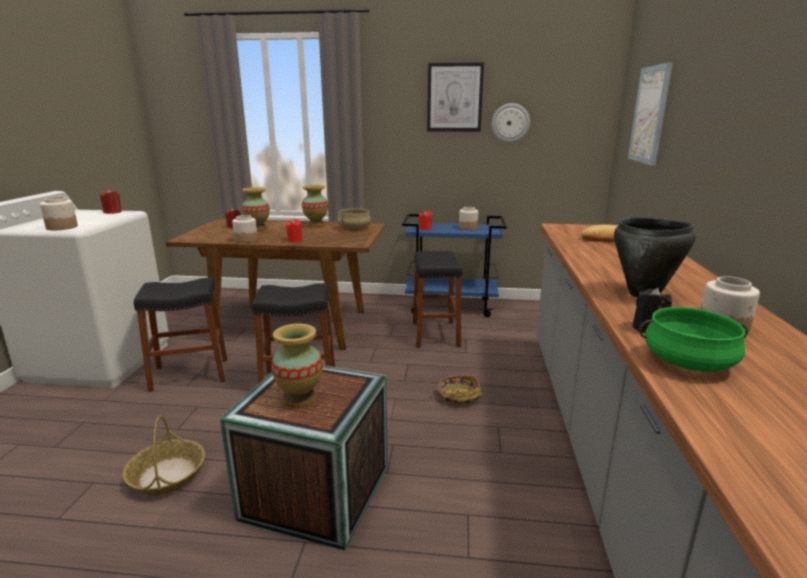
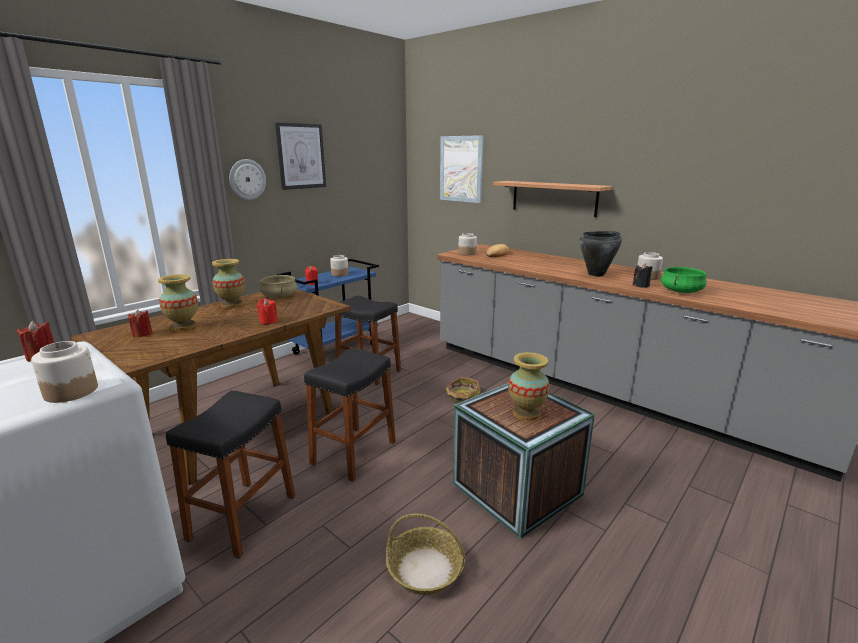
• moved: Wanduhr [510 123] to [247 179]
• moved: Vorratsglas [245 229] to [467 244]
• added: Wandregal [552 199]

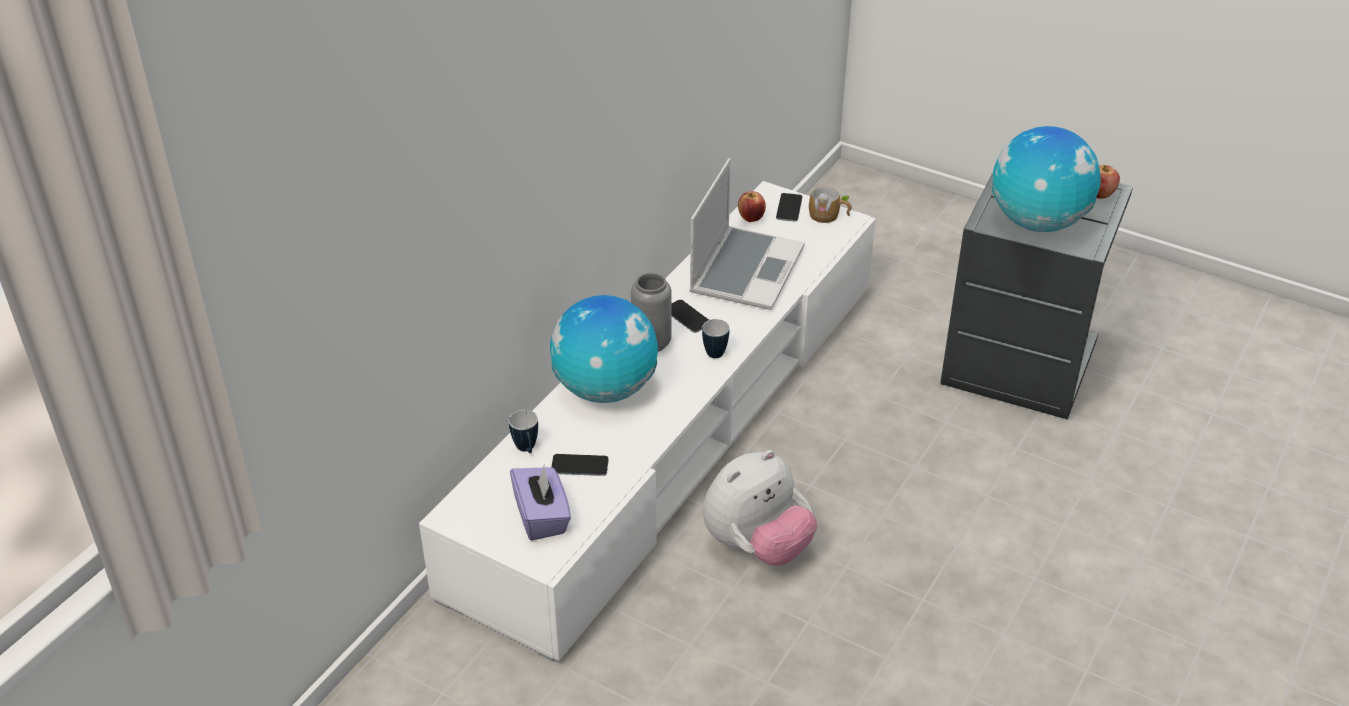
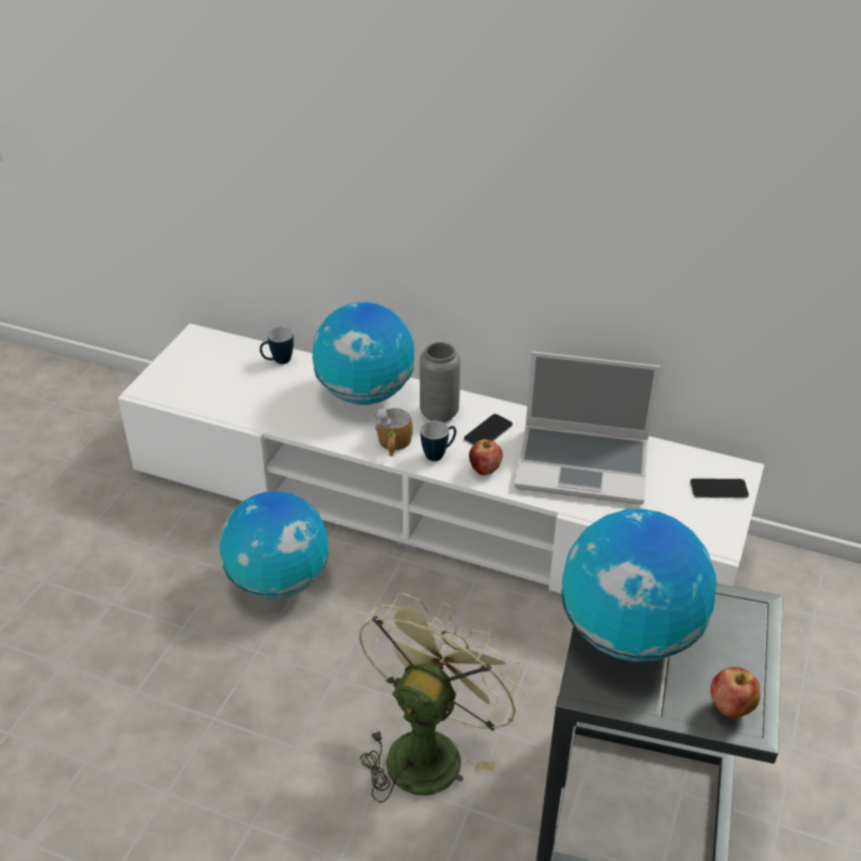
• moved: Henkelbecher [830 205] to [394 432]
• moved: Apfel [752 206] to [486 457]
• replaced: Plüschtier [760 508] to Globus [274 545]
• removed: Handy [580 465]
• removed: Taschentuchbox (lila) [540 503]
• added: Ventilator (grün) [441 698]

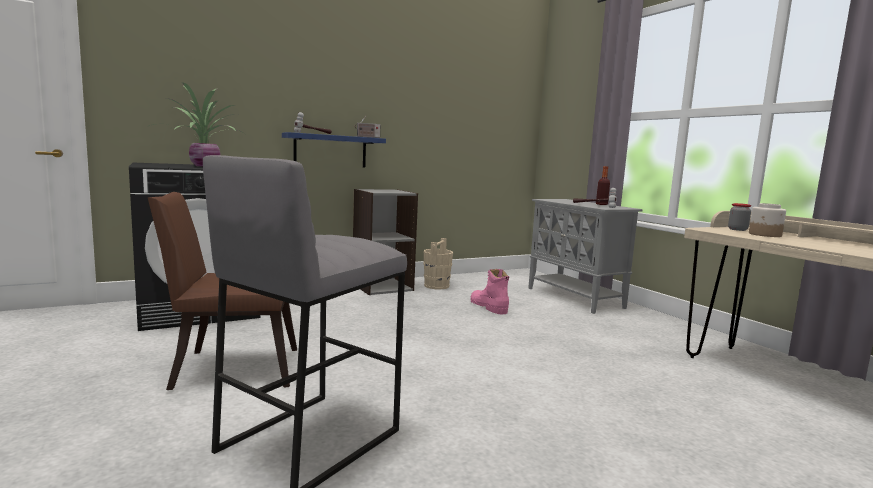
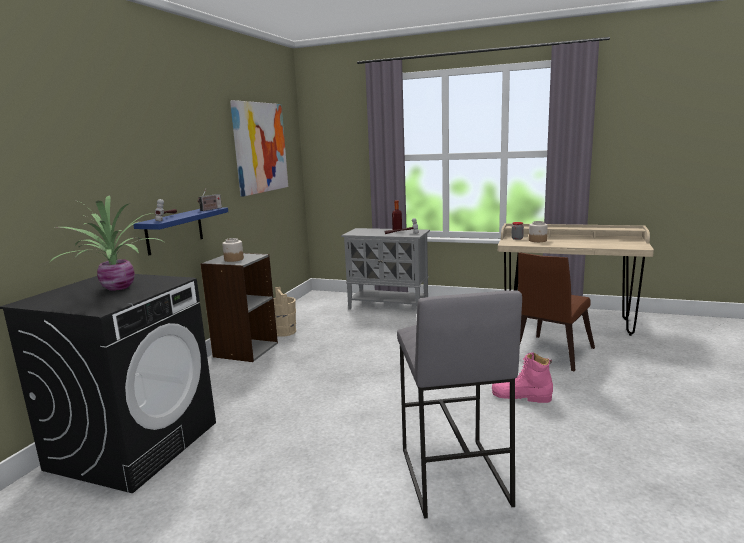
• moved: Stuhl (braun) [222 291] to [556 312]
• moved: Stiefel (rosa) [490 291] to [522 377]
• added: Bild [259 148]
• added: Vorratsglas [233 250]

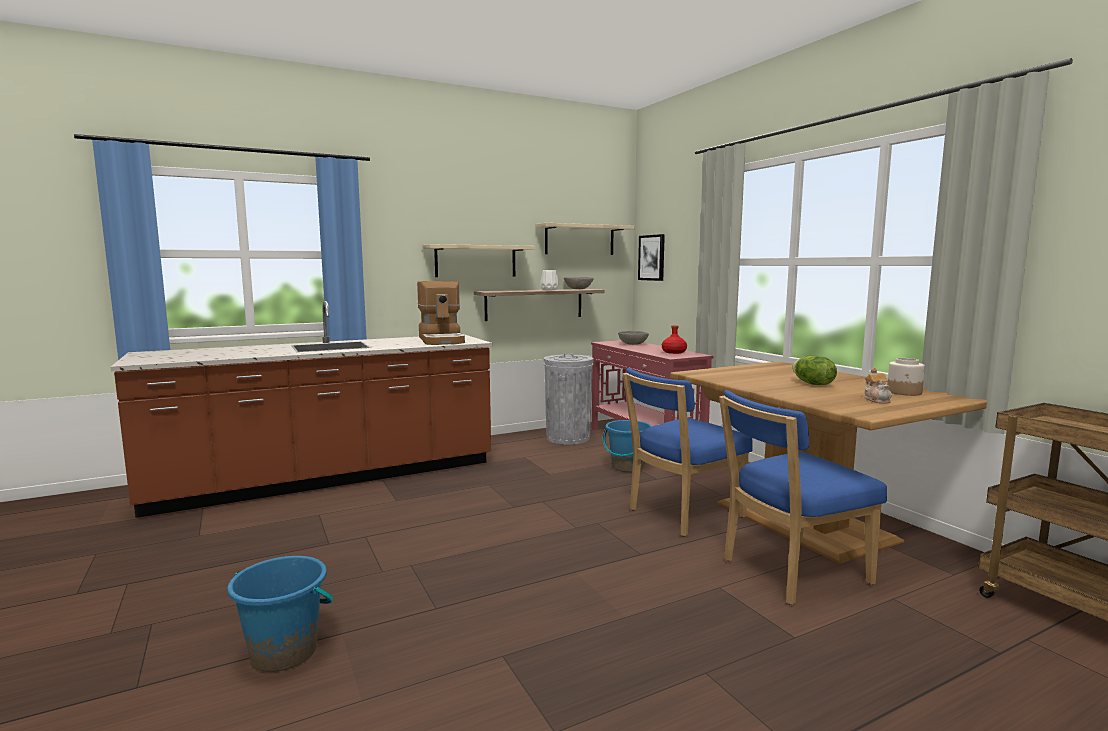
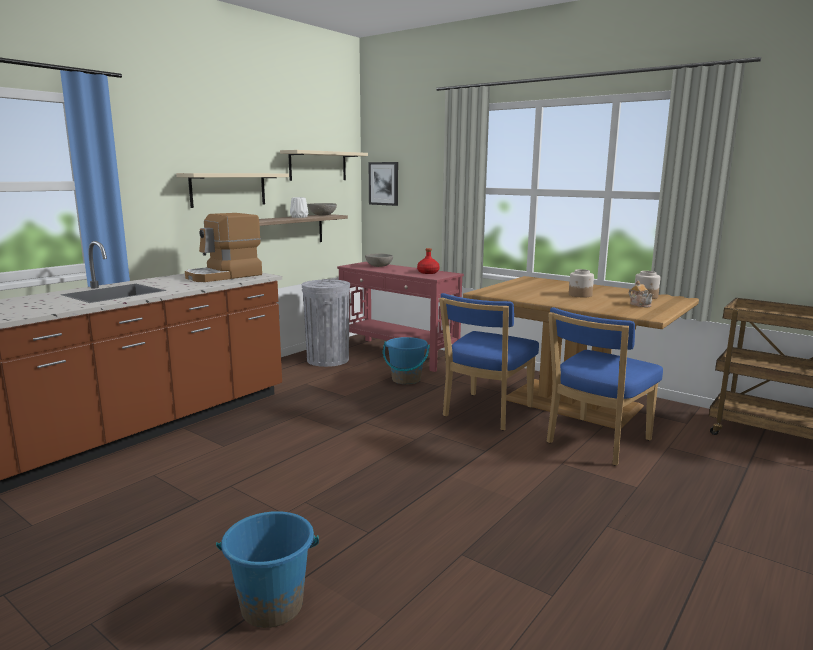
• turned: Kaffeemaschine [441 313] = [223 247] 90 degrees clockwise
• replaced: Salatkopf [814 370] to Vorratsglas [581 283]

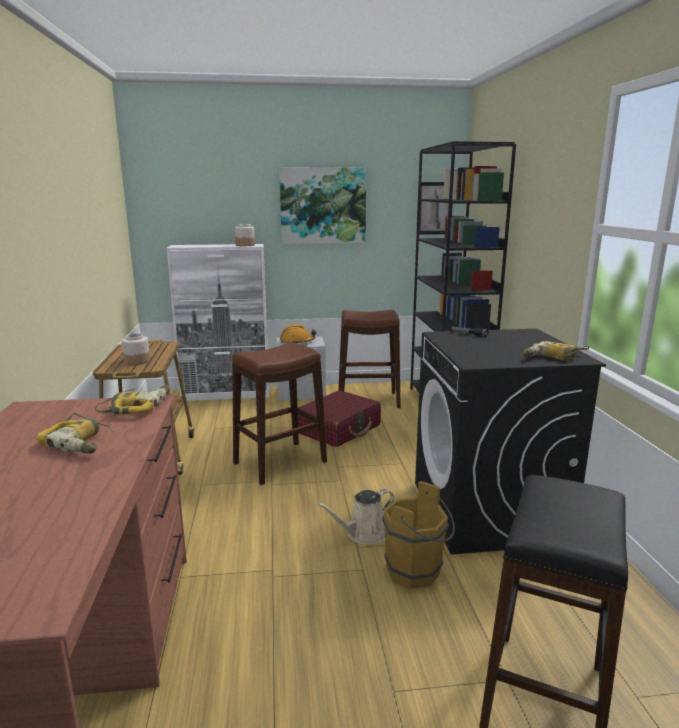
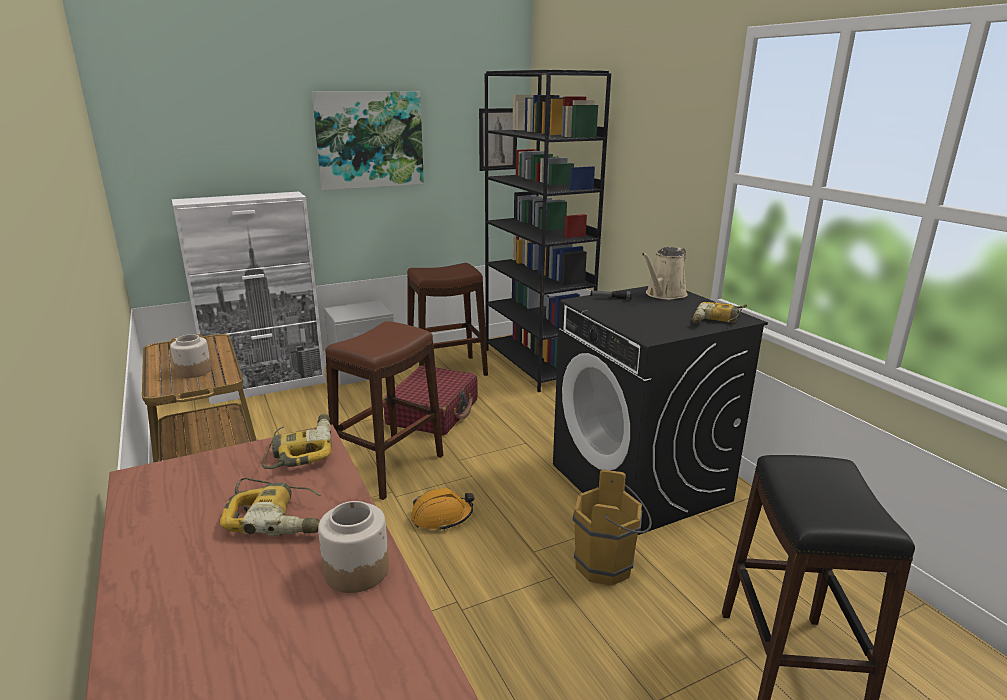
• moved: Vorratsglas [245 235] to [353 547]
• moved: Schutzhelm (orange) [298 333] to [442 509]
• moved: Gießkanne (beige) [355 516] to [665 273]

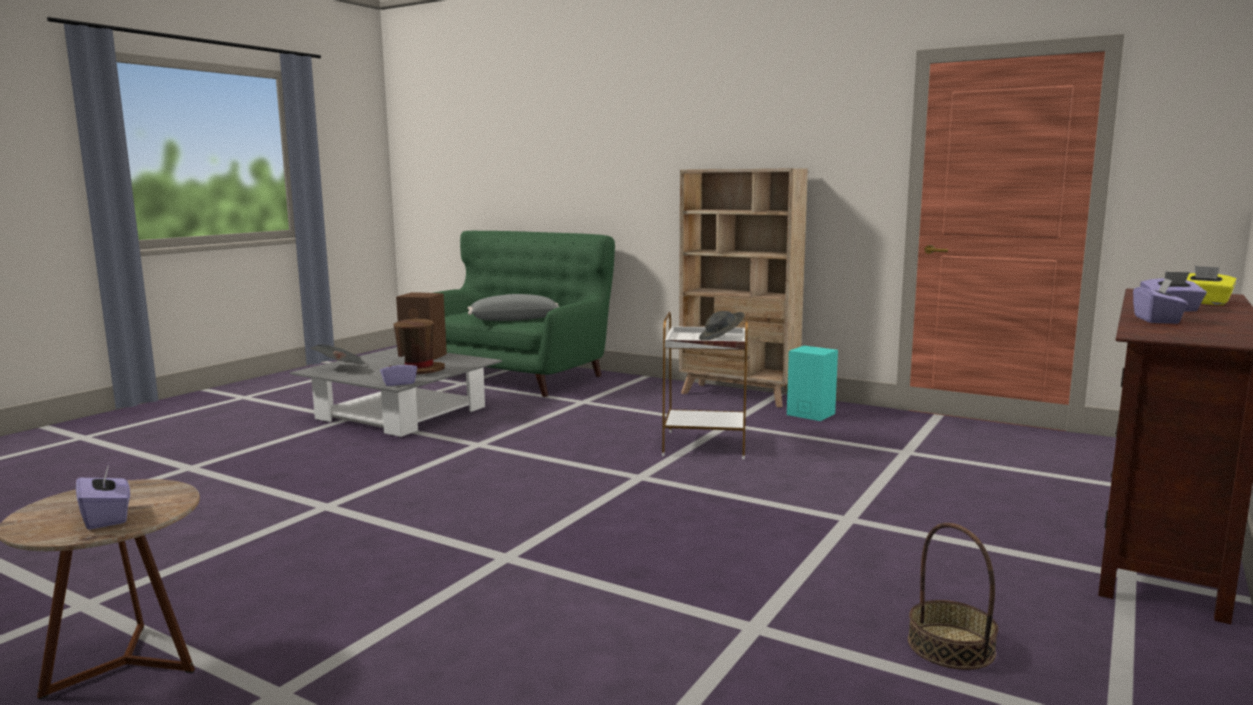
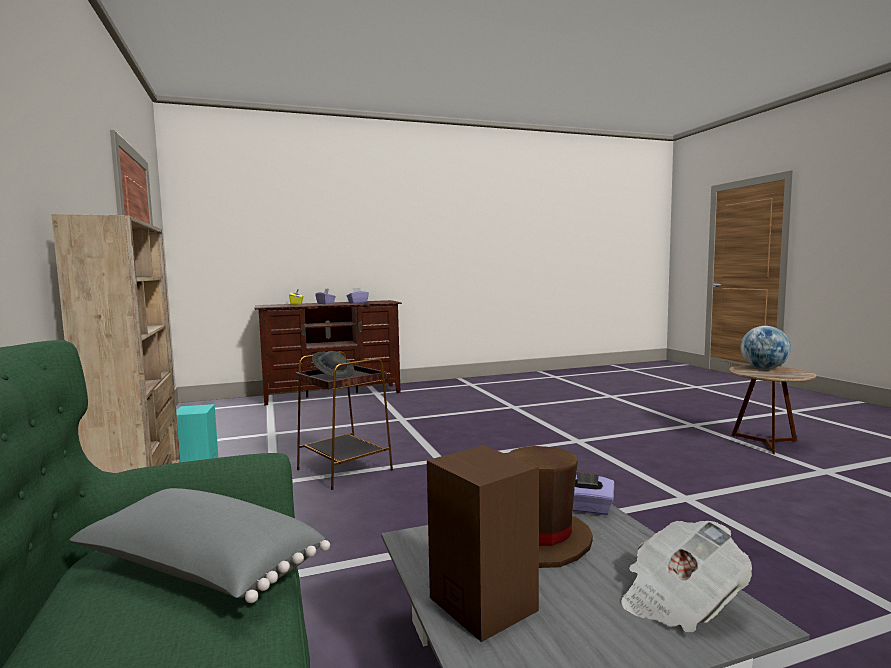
• recoloured: Beistelltisch (weiß) [705 385] to Beistelltisch (braun) [344 420]
• replaced: Taschentuchbox (lila) [103 497] to Globus [766 347]
• removed: Korb [953 596]

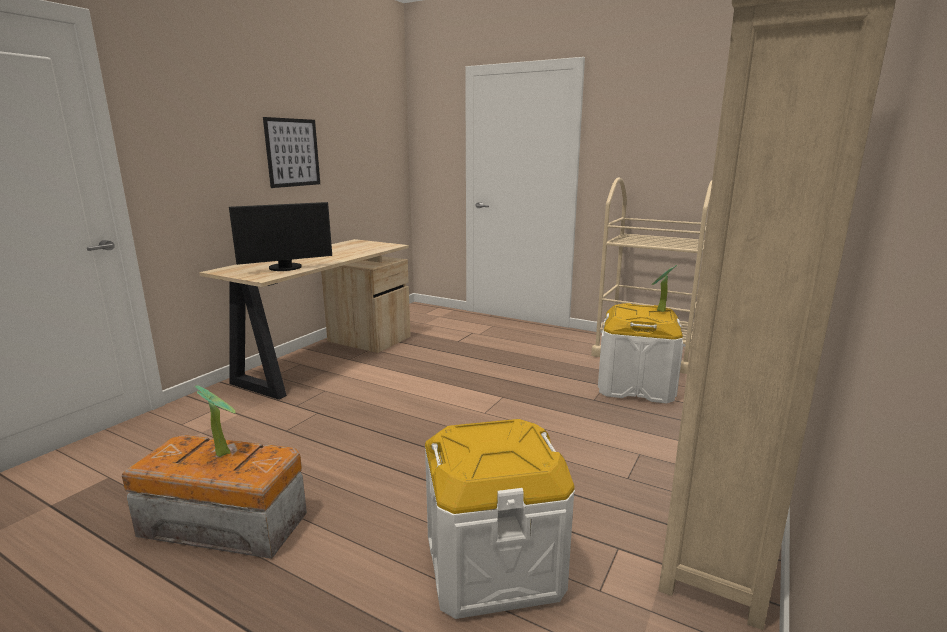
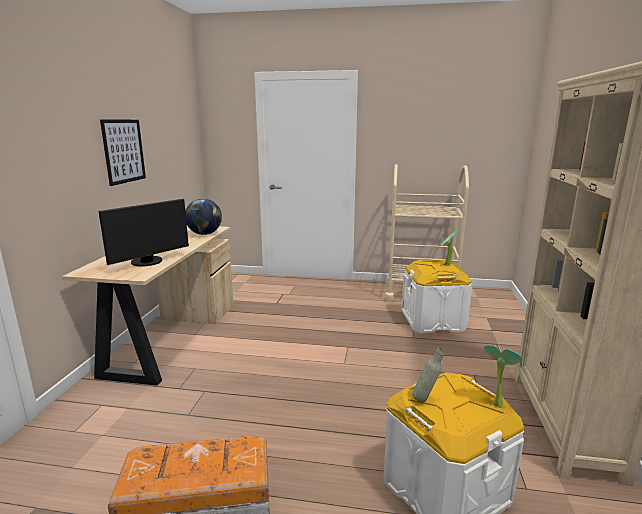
• moved: Topfpflanze [215 421] to [503 376]
• added: Globus [203 216]
• added: Flasche (grau) [428 374]

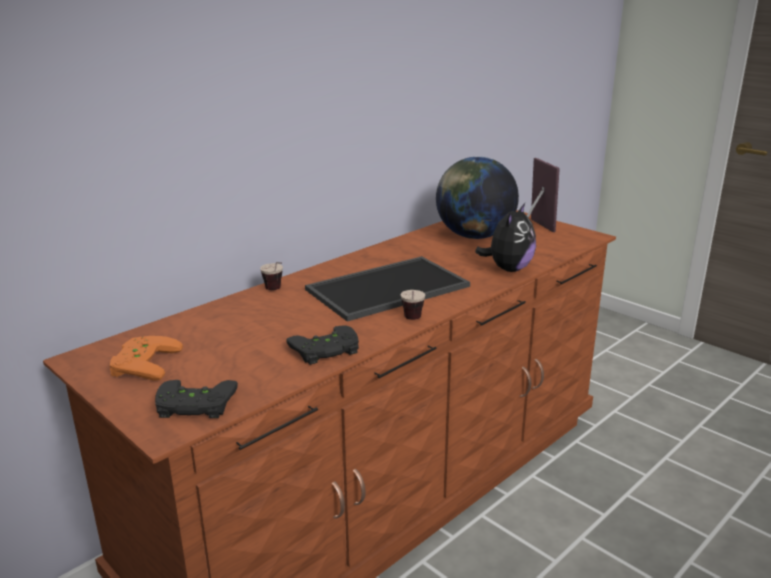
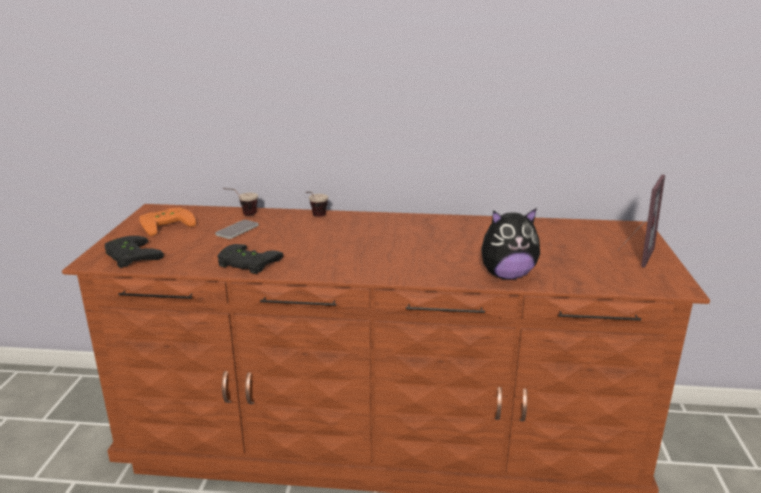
• removed: Globus [477 198]
• removed: Tablett [387 289]
• moved: Tasse [413 305] to [240 201]
• added: Handy [237 229]

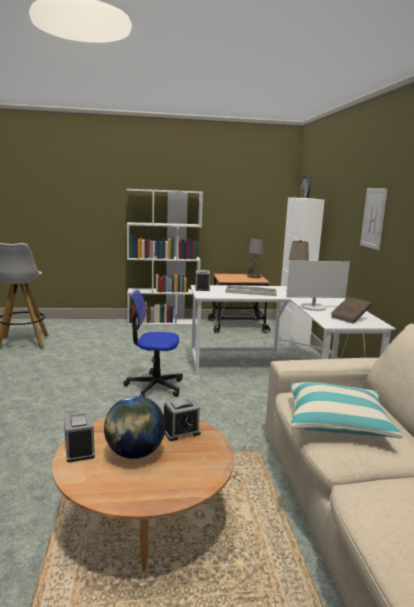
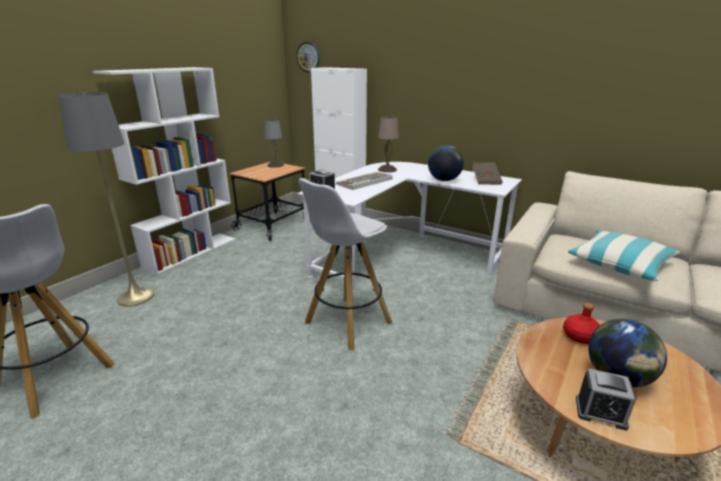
• removed: Bild [374 219]
• replaced: Monitor [318 285] to Globus [446 163]
• replaced: Bürostuhl [153 343] to Hocker (weiß) [345 264]
• replaced: Wecker [182 419] to Flasche (rot) [581 323]
• added: Stehlampe (grau) [106 199]

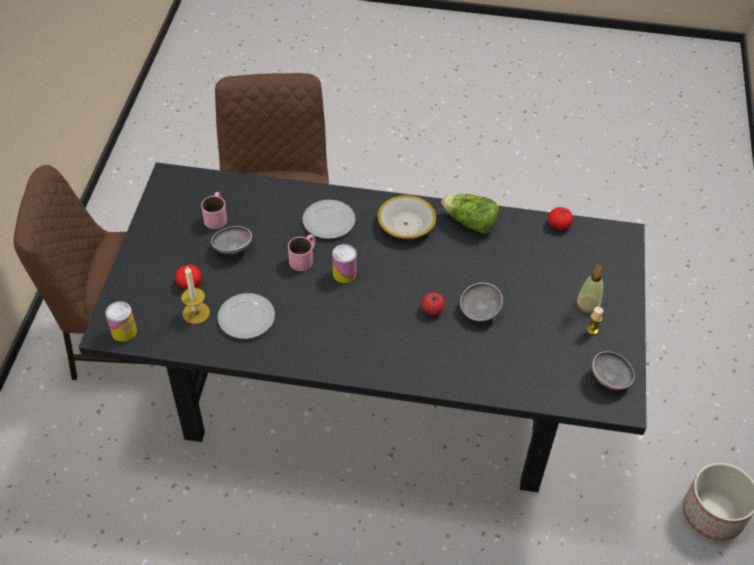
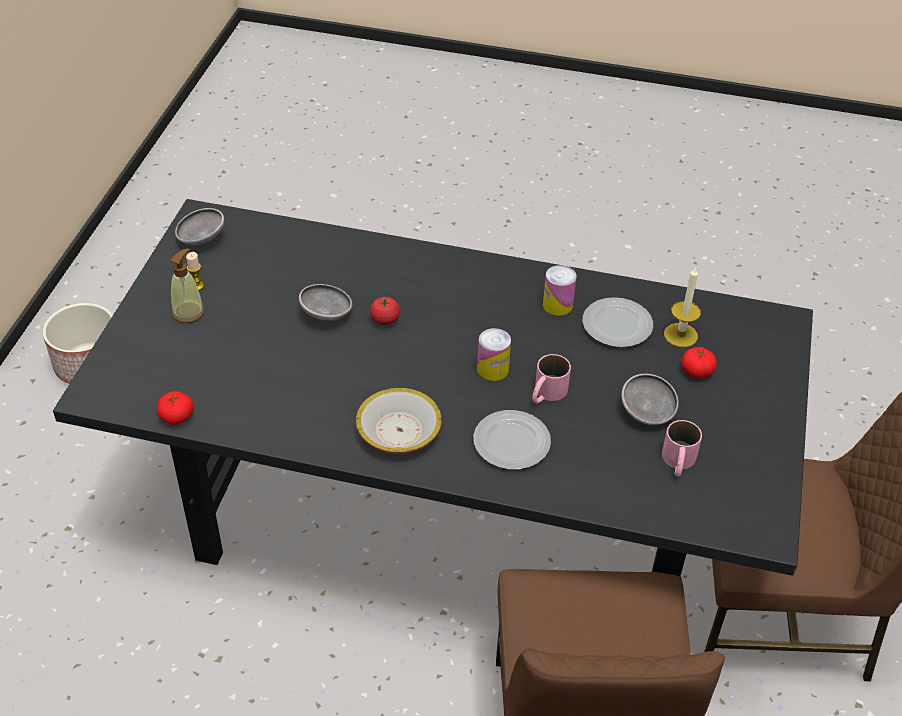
• removed: Salatkopf [470 214]
• moved: Dose [121 321] to [560 290]

